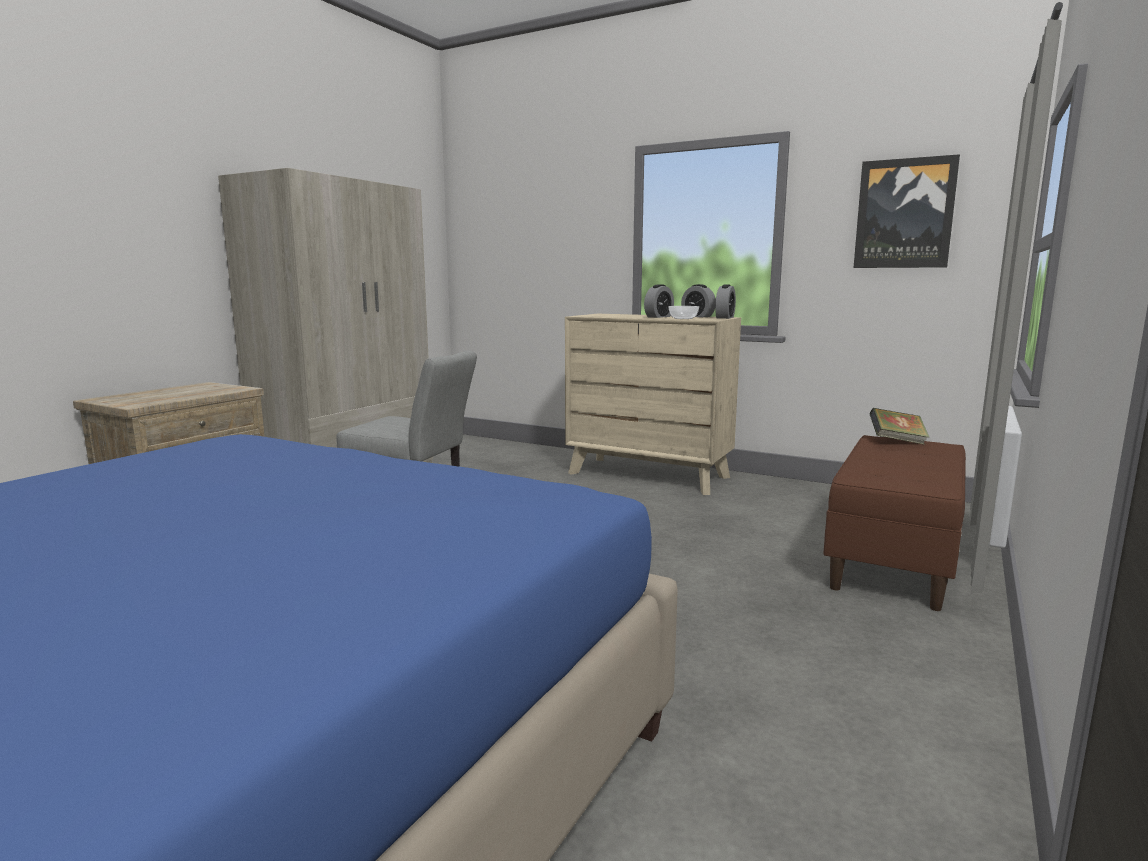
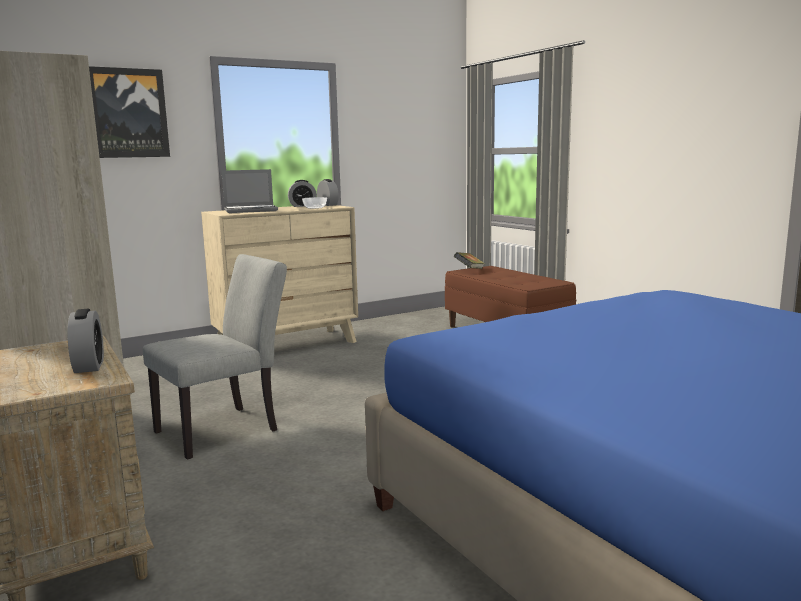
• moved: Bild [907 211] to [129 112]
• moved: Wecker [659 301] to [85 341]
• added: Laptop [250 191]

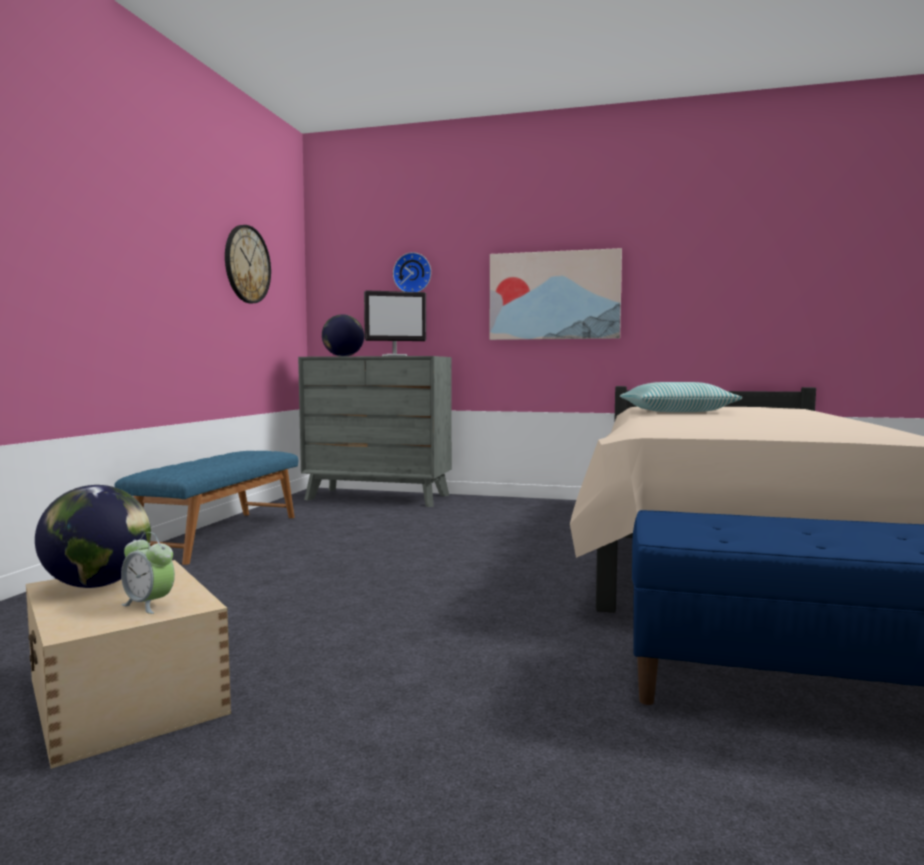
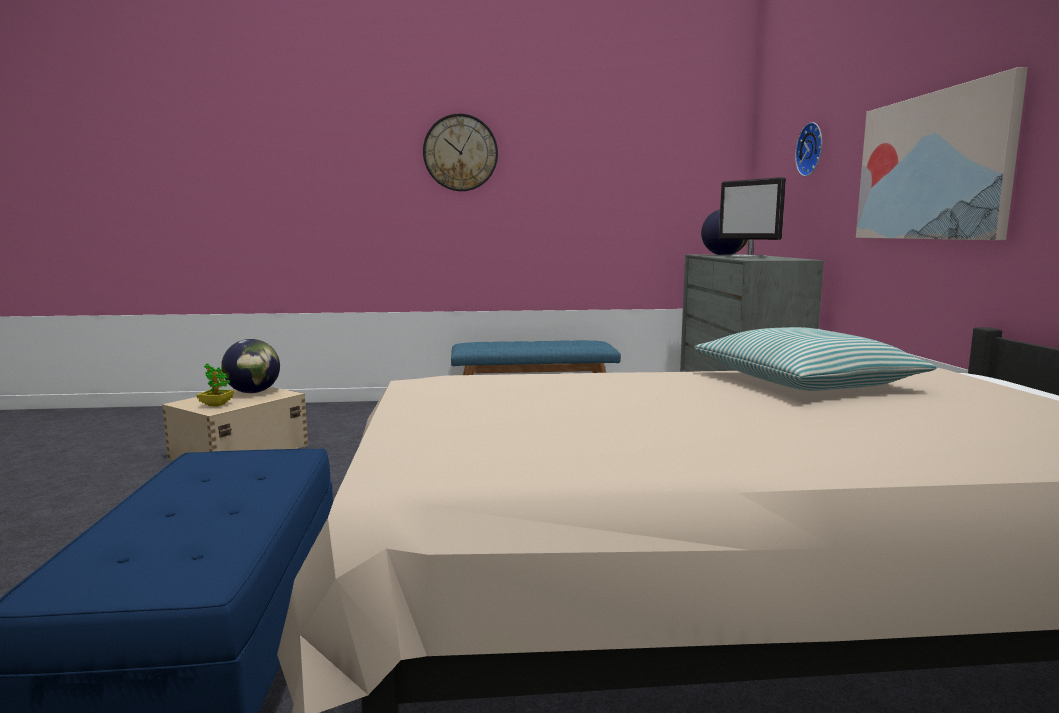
• moved: Wanduhr [248 264] to [460 152]
• replaced: Wecker [148 573] to Topfpflanze [215 385]

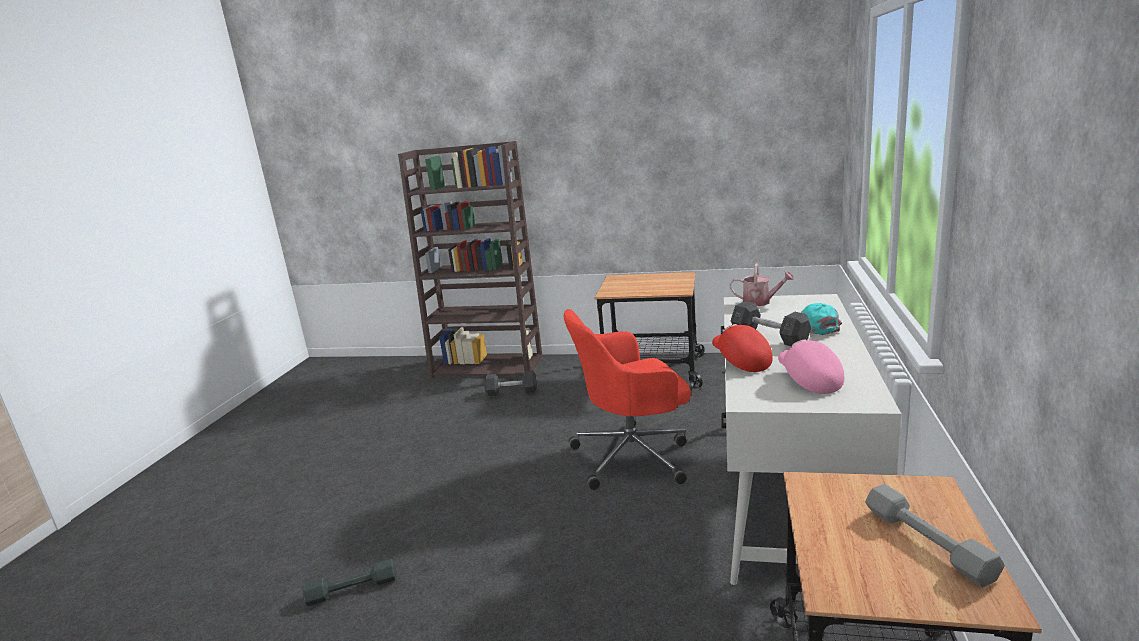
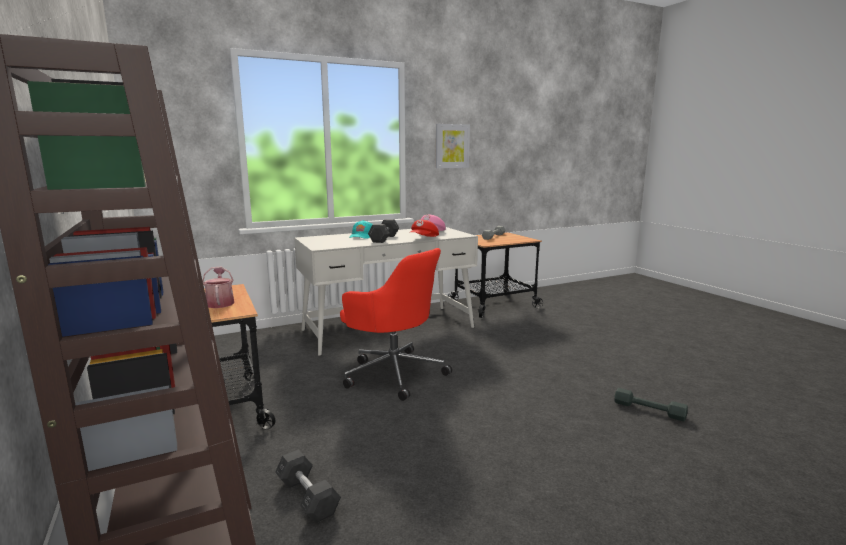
• moved: Gießkanne [762 285] to [218 287]
• added: Bild [453 146]

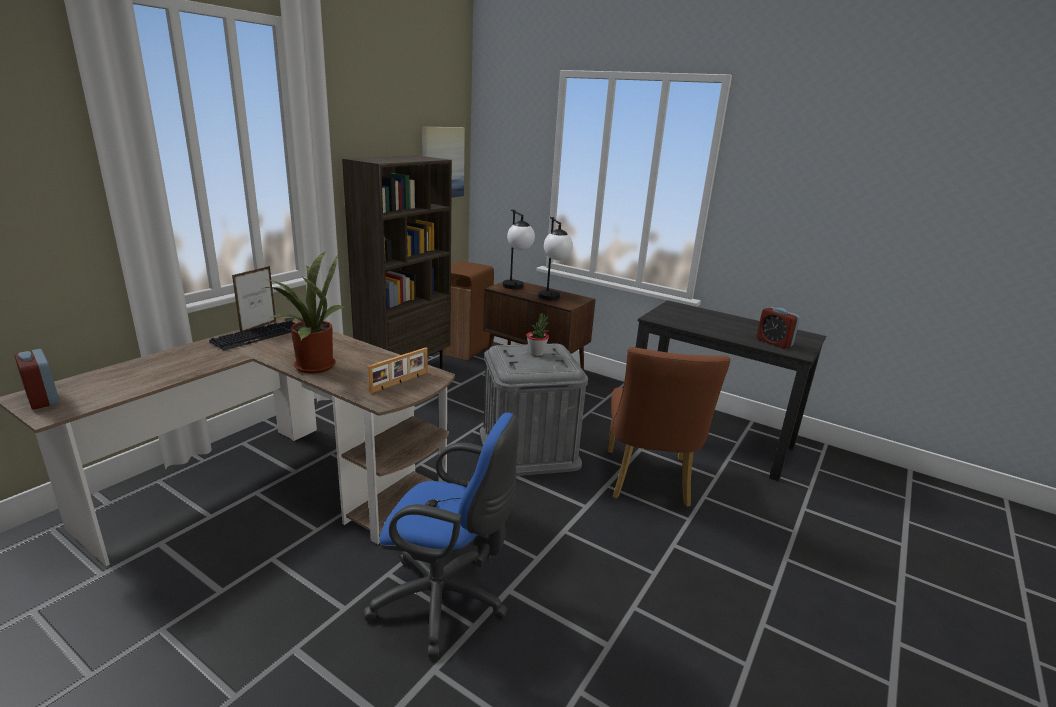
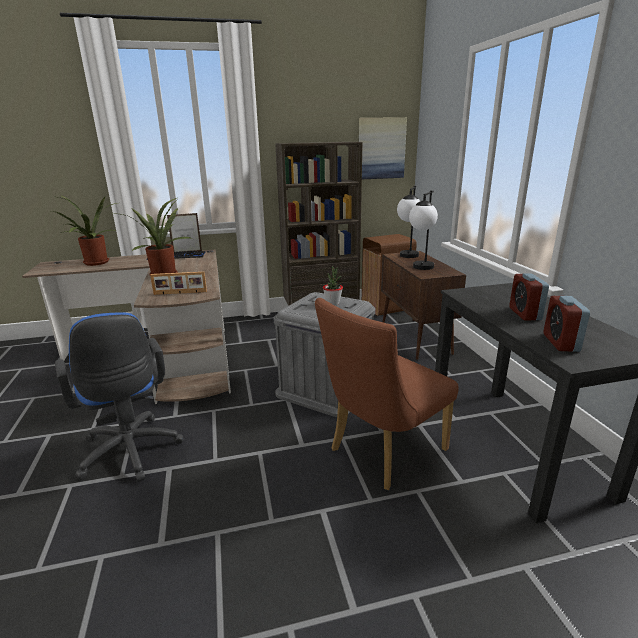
• moved: Wecker [37 379] to [529 297]
• added: Topfpflanze [85 230]

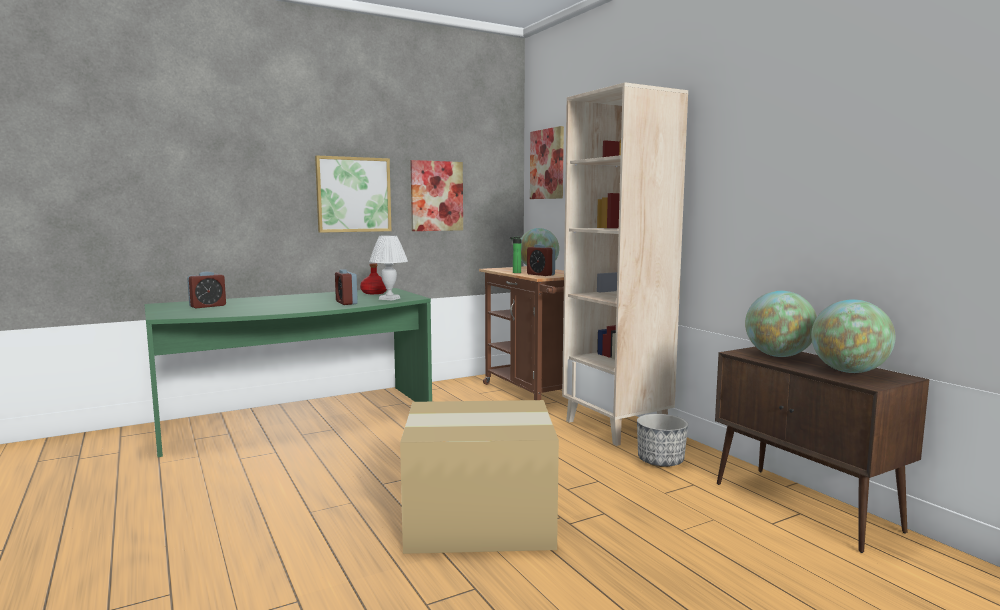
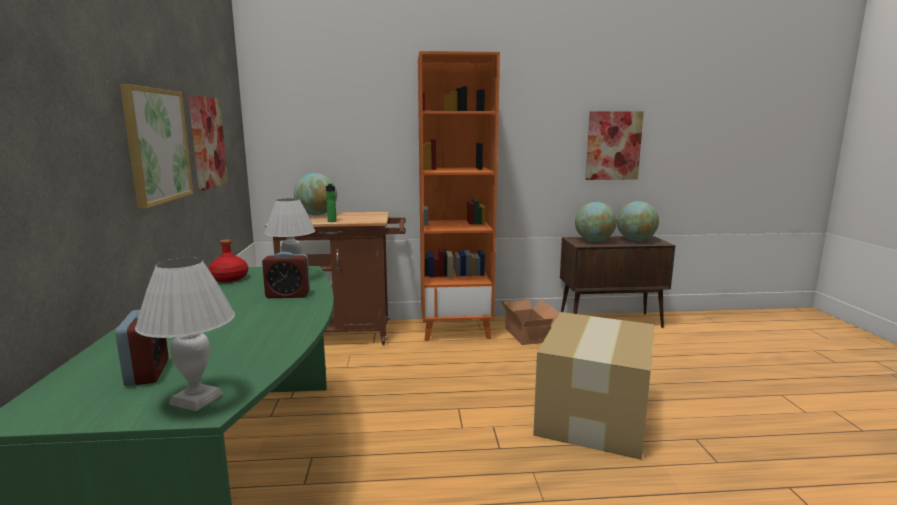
• recoloured: Bücherregal (beige) [625 264] to Bücherregal (orange) [459 196]
• moved: Bild [547 162] to [614 145]
• removed: Wecker [541 260]
• replaced: Pflanzkübel [662 440] to Karton [530 322]
• added: Tischlampe (weiß) [185 334]

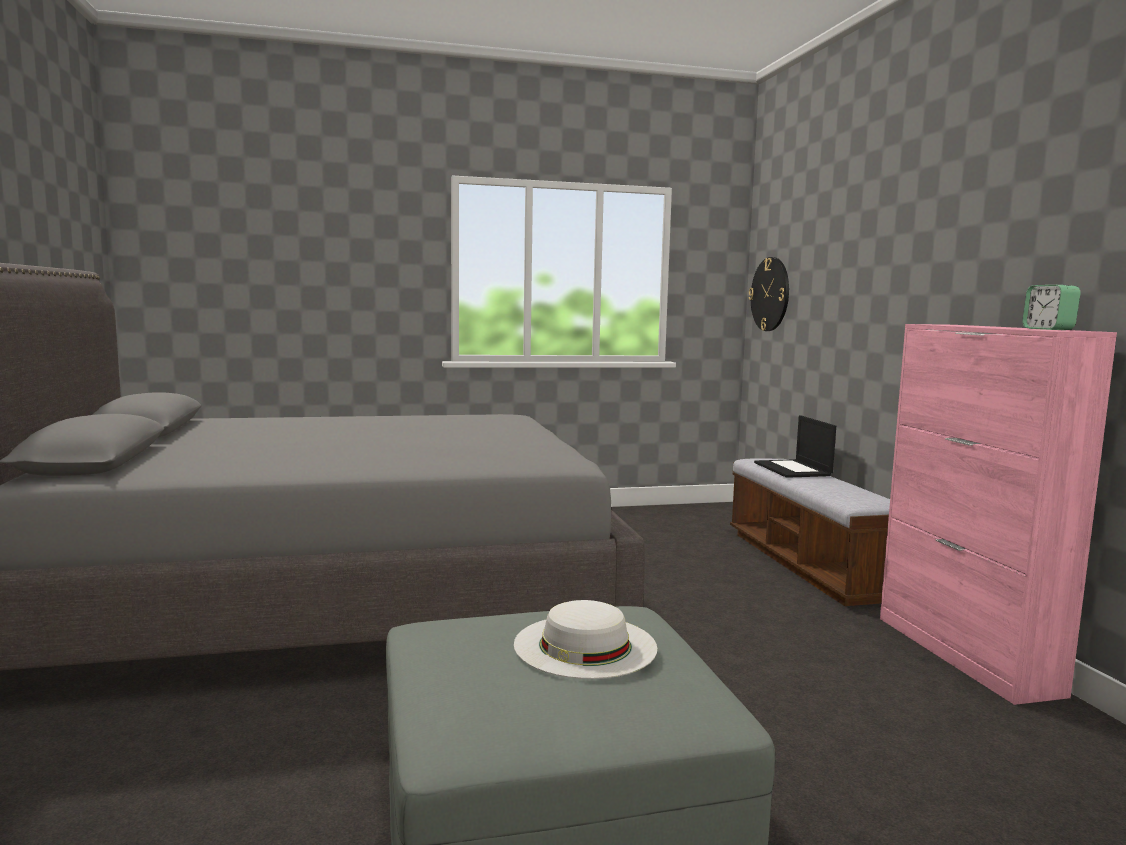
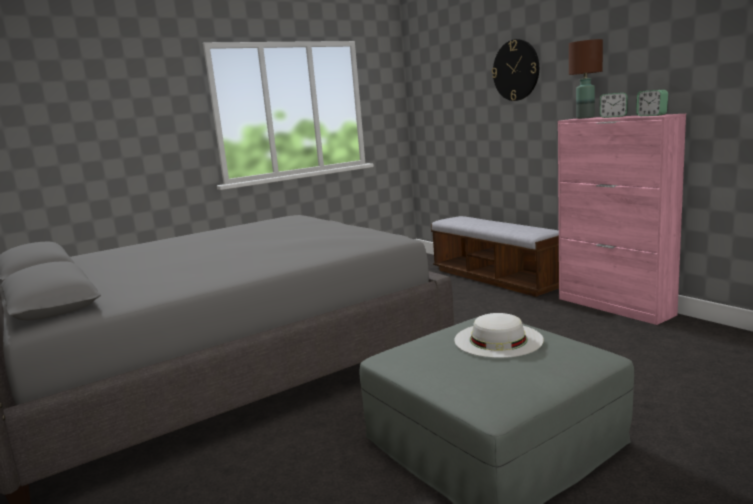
• moved: Wanduhr [769 294] to [515 70]
• removed: Laptop [795 446]
• added: Tischlampe (braun) [586 79]
• added: Wecker [614 105]

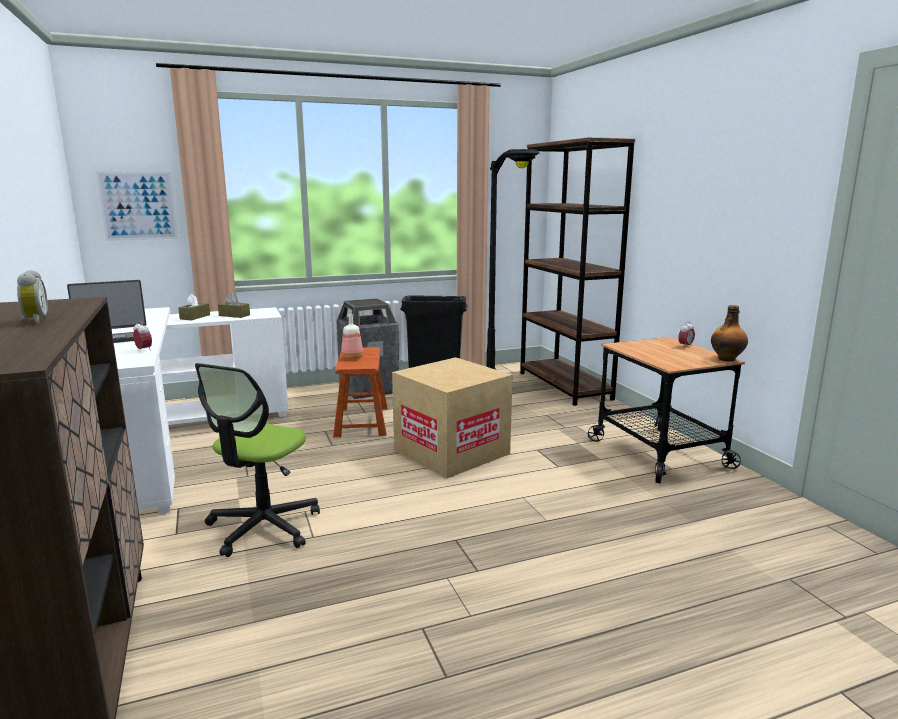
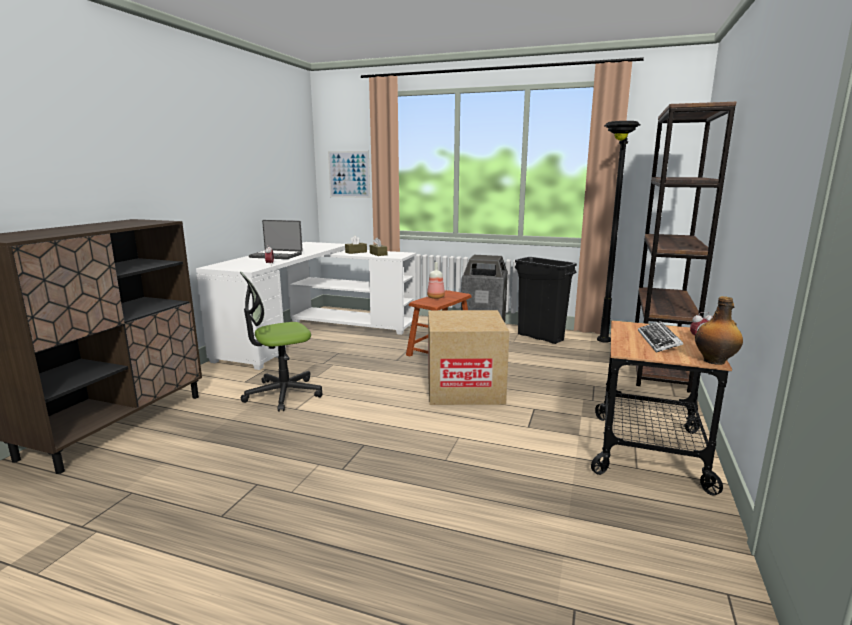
• removed: Wecker [32 297]
• added: Tastatur [661 337]

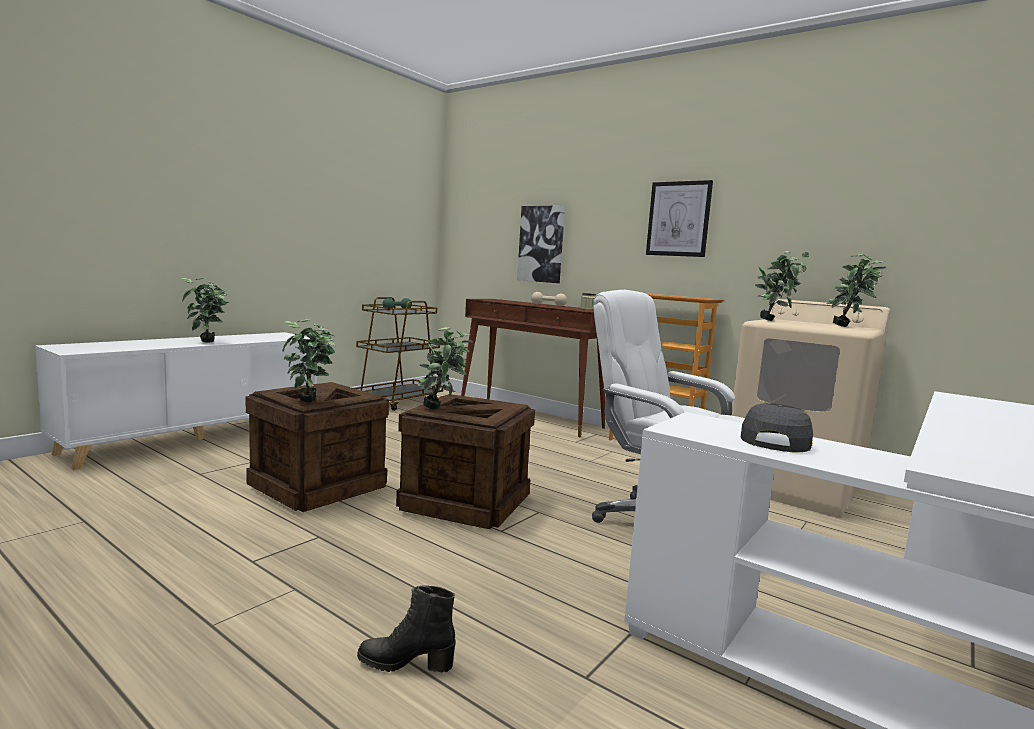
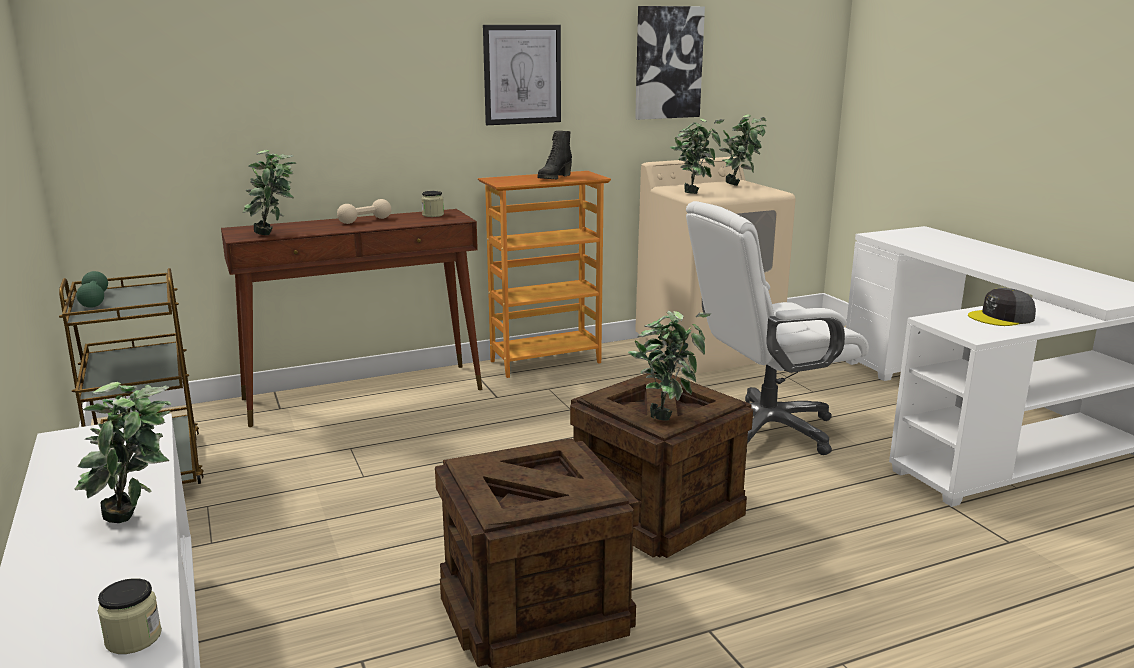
• moved: Bild [541 244] to [670 63]
• moved: Topfpflanze [309 360] to [269 192]
• turned: Kappe (grau) [777 428] = [1002 307] 75 degrees counterclockwise
• moved: Stiefel (schwarz) [406 629] to [555 155]
• added: Vorratsglas [130 616]

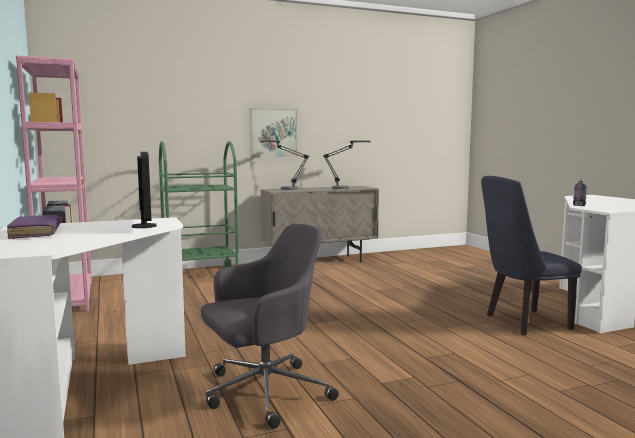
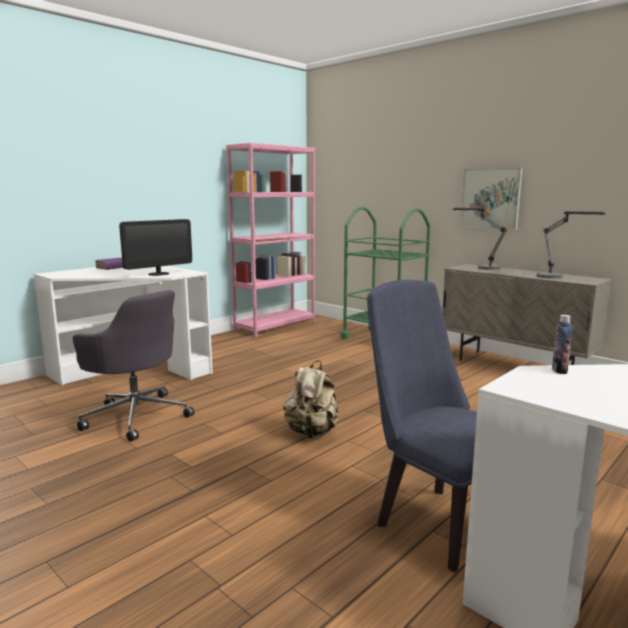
• added: Rucksack (beige) [311 399]

